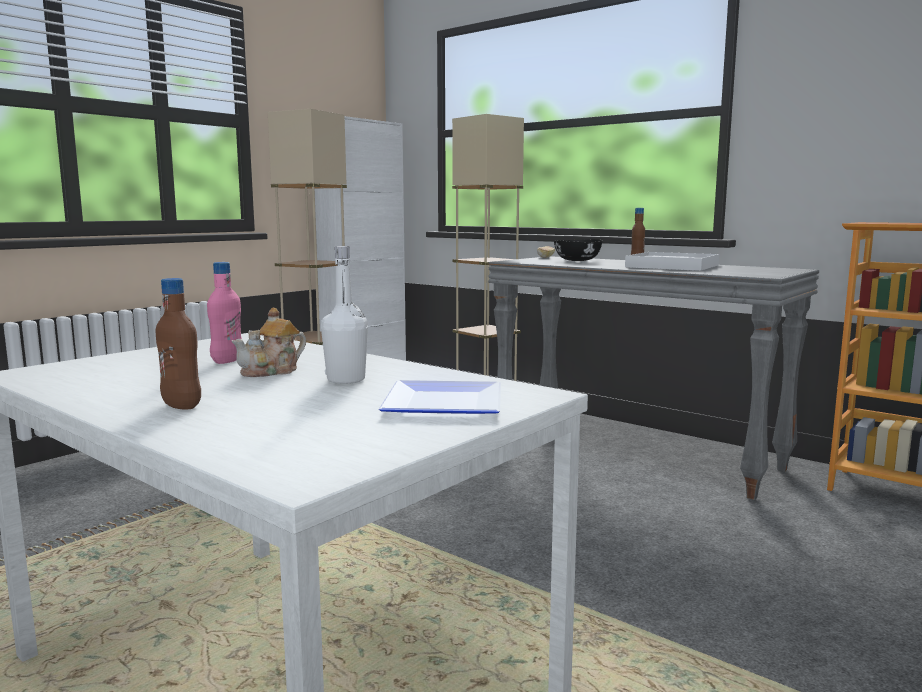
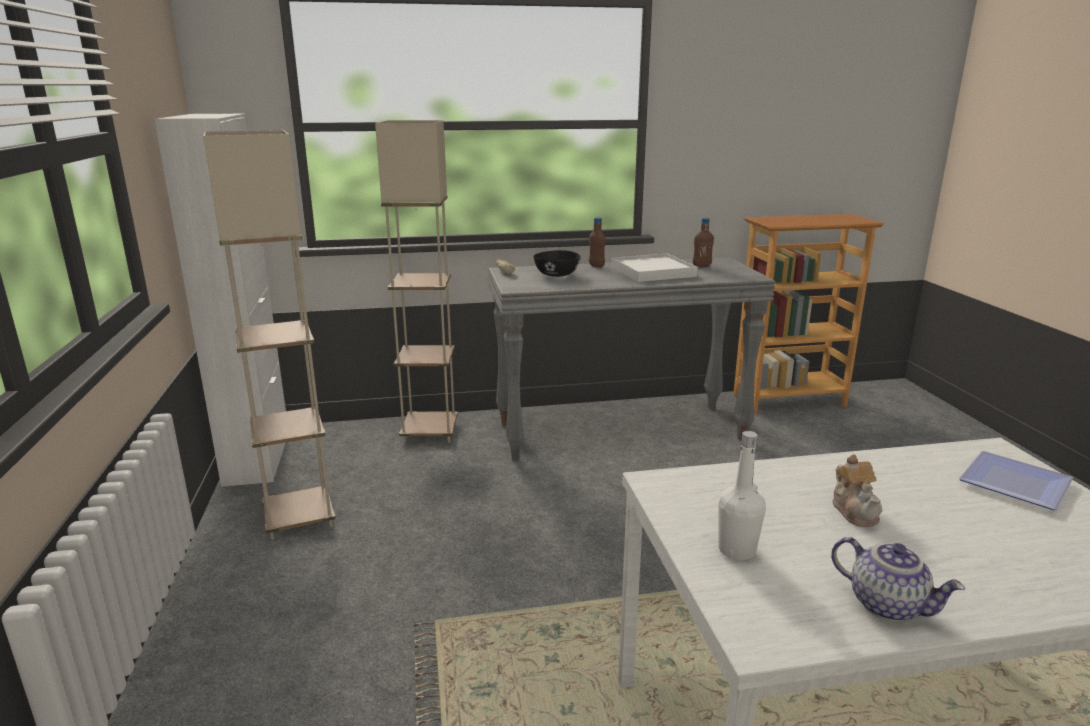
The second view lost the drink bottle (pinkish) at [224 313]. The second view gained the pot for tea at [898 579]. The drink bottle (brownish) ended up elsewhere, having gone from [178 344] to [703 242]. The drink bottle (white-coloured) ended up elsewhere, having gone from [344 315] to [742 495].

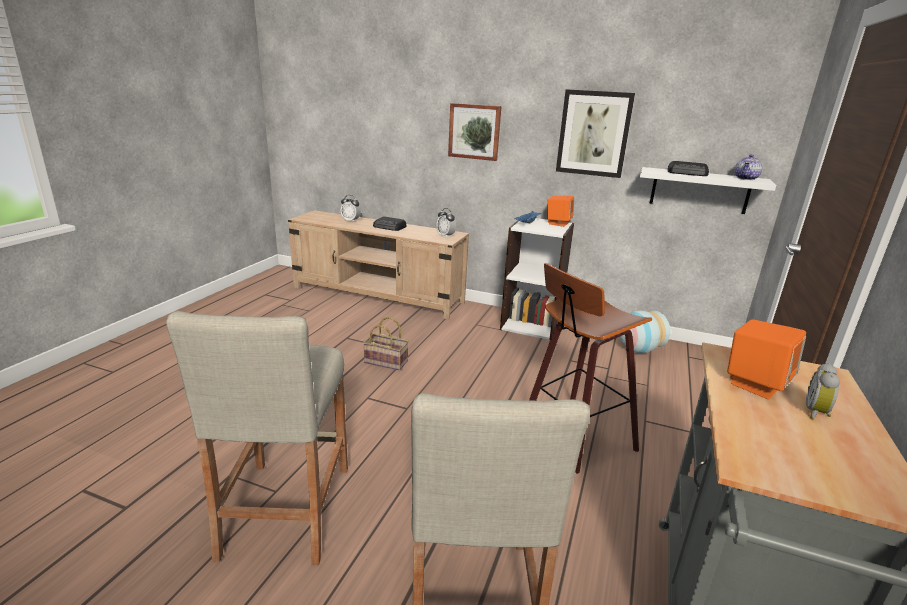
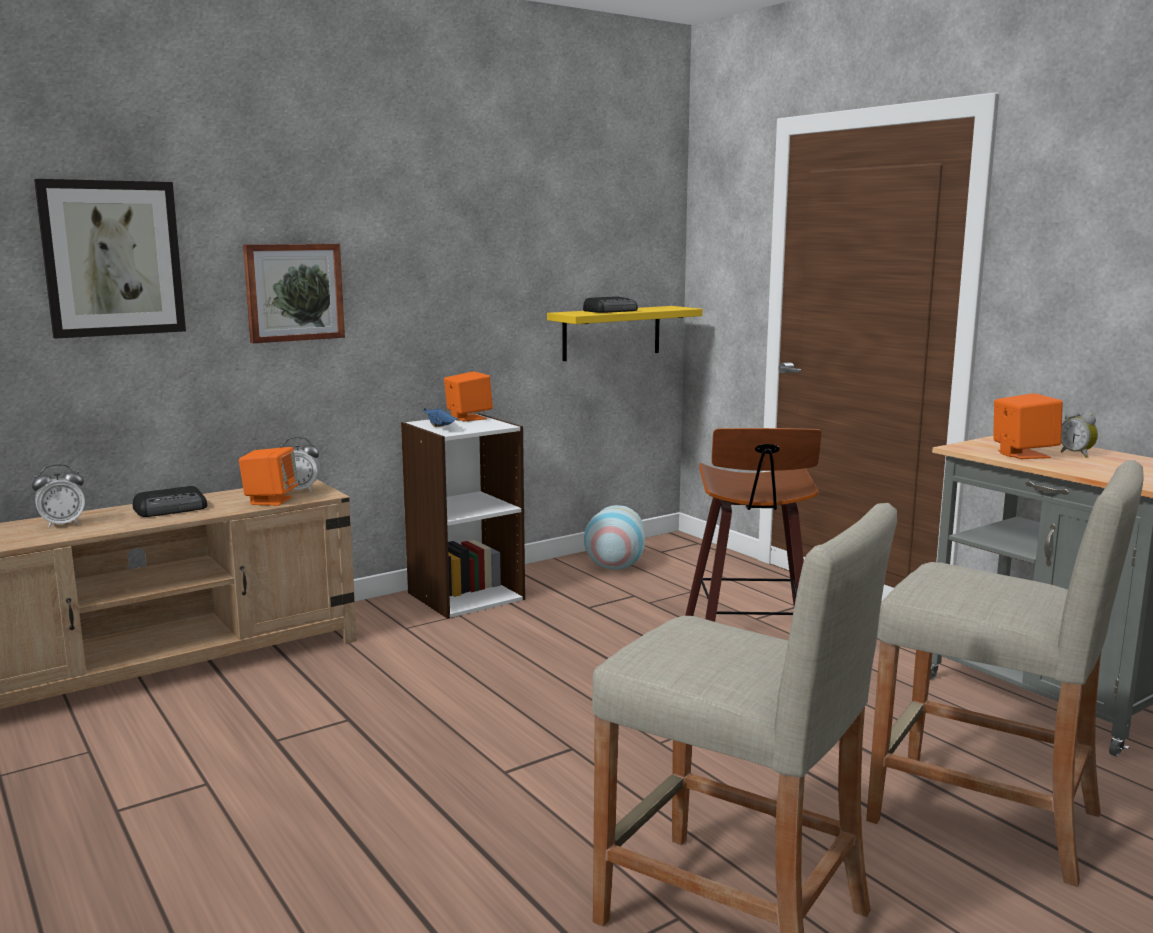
The second view lost the basket at [386 343]. The second view lost the pot for tea at [748 167]. The second view gained the audio speaker (orangey) at [269 476]. The wall art ended up elsewhere, having gone from [595 133] to [110 259]. What was the bracket shelf (white-coloured) at [708 190] turned into the bracket shelf (yellow-coloured) at [625 333].

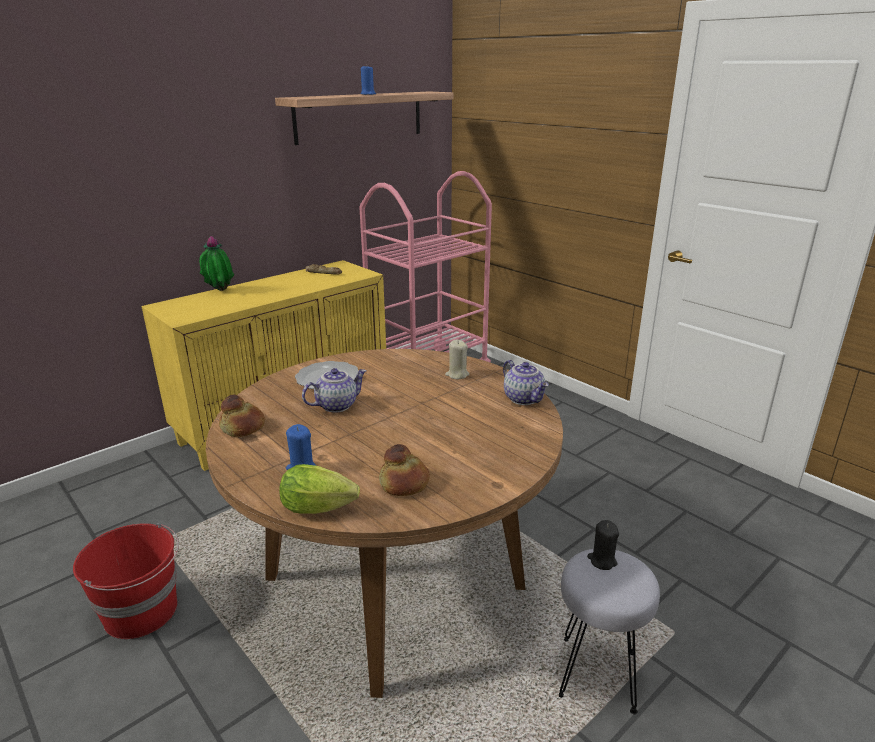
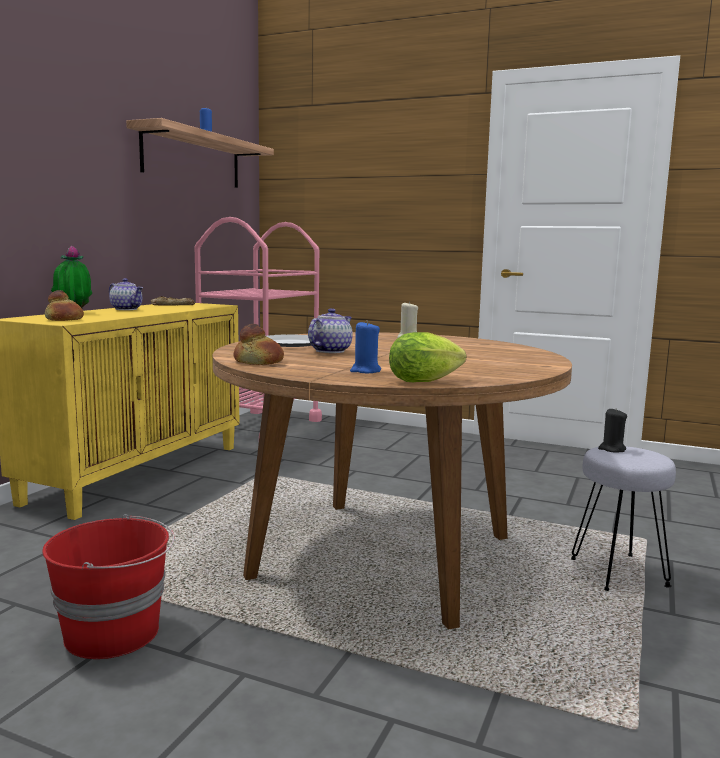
The bakery bread ended up elsewhere, having gone from [404 470] to [64 305]. The pot for tea ended up elsewhere, having gone from [526 382] to [126 294].

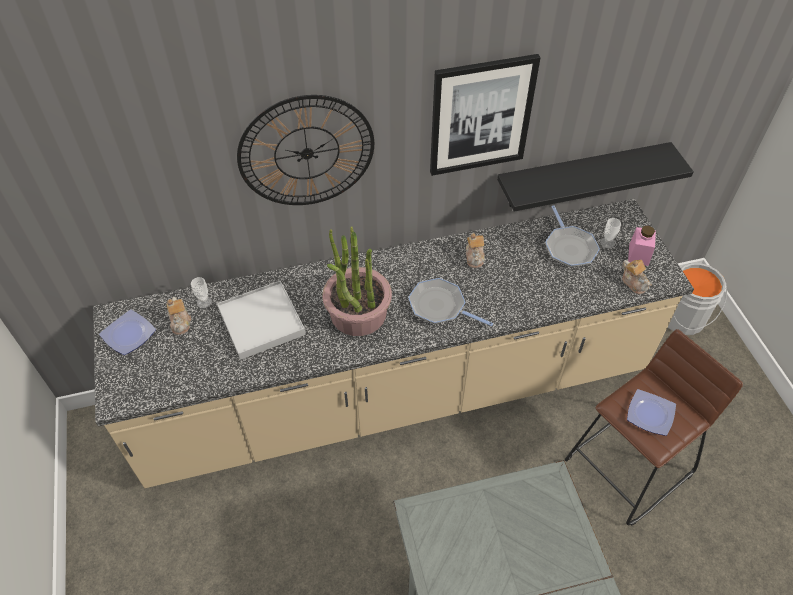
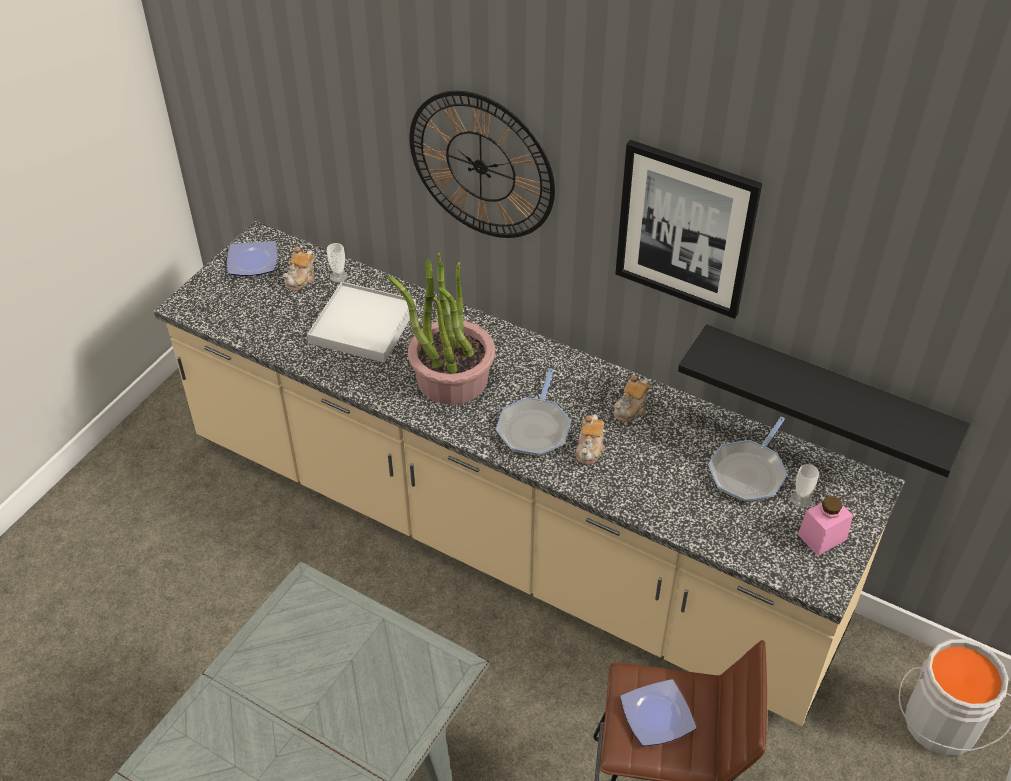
The pot for tea ended up elsewhere, having gone from [637 277] to [590 440]. The skillet at [451 302] ended up facing another way, 150 degrees counterclockwise from before.

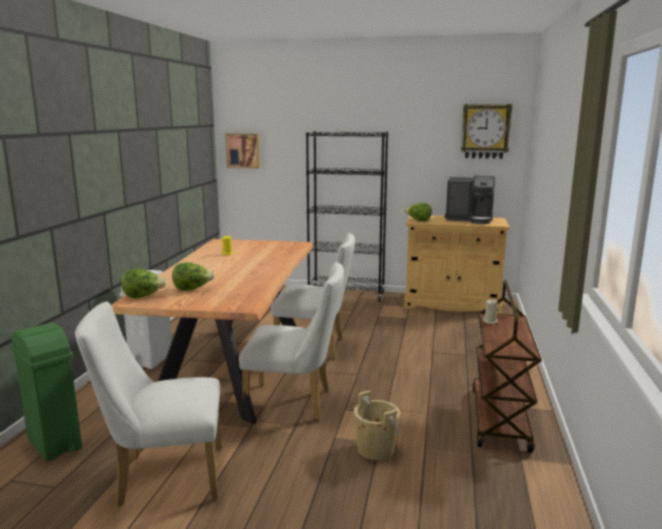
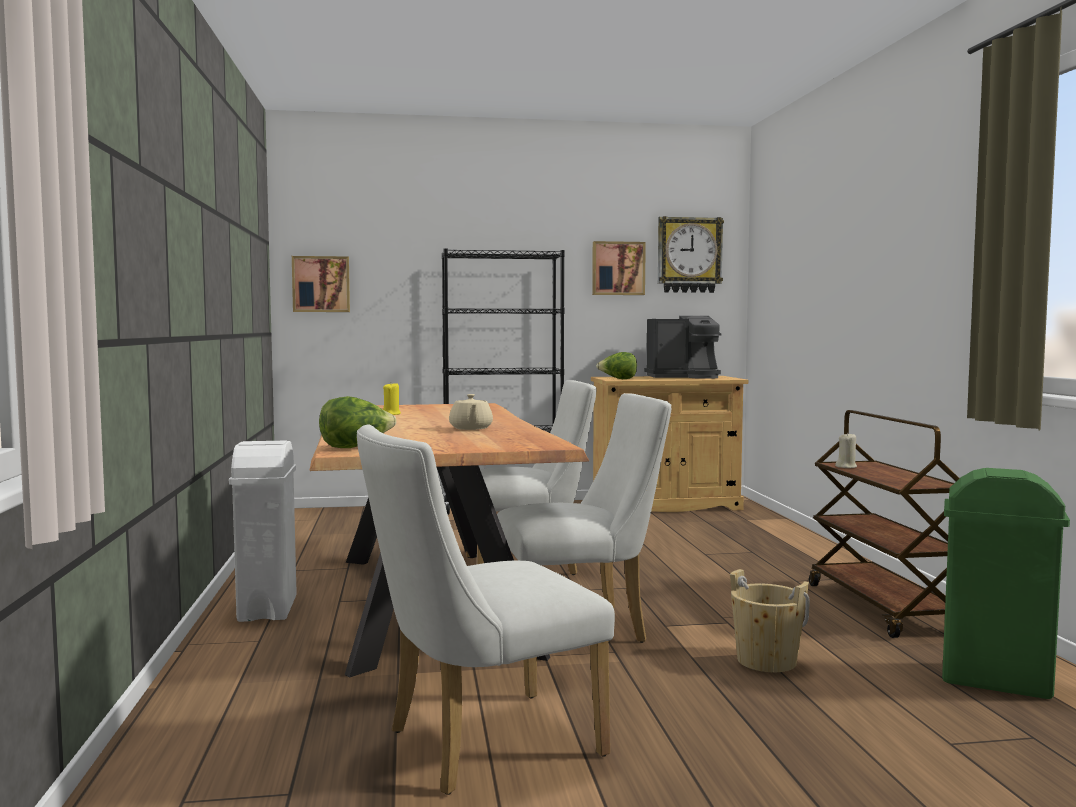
The second view lost the lettuce at [193 276]. The second view gained the pot for tea (sand-coloured) at [471 412]. The second view gained the wall art at [619 268]. The rubbish bin (green) ended up elsewhere, having gone from [46 391] to [1006 583].

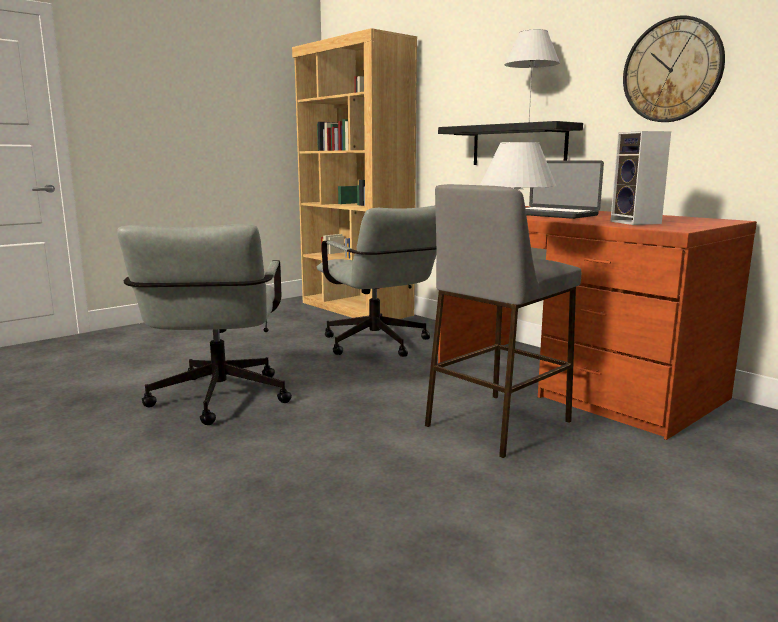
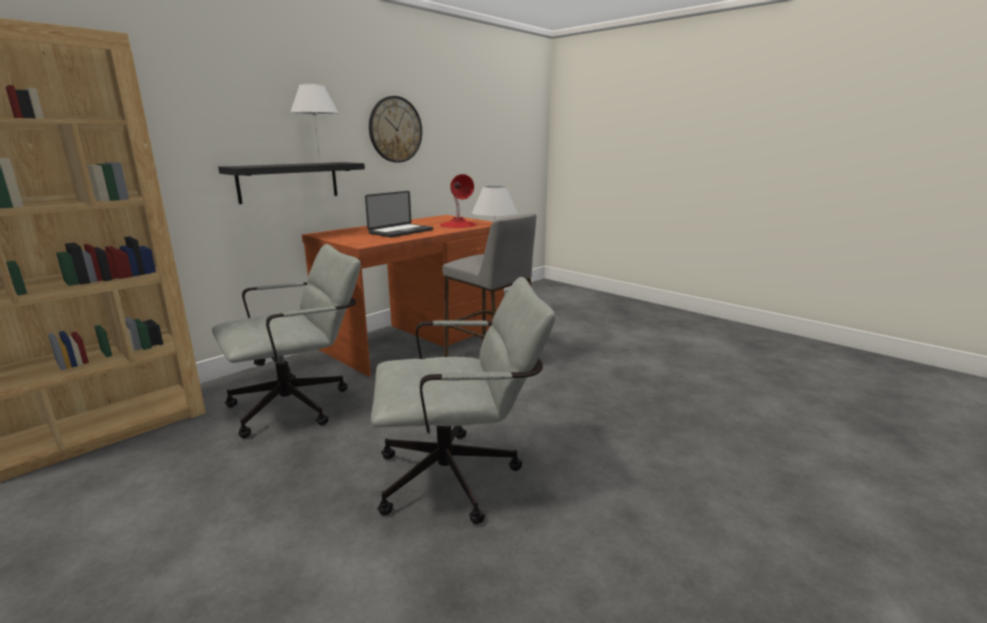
Where the audio speaker stood at [640 178], the table lamp (reddish) came to stand at [458 201].

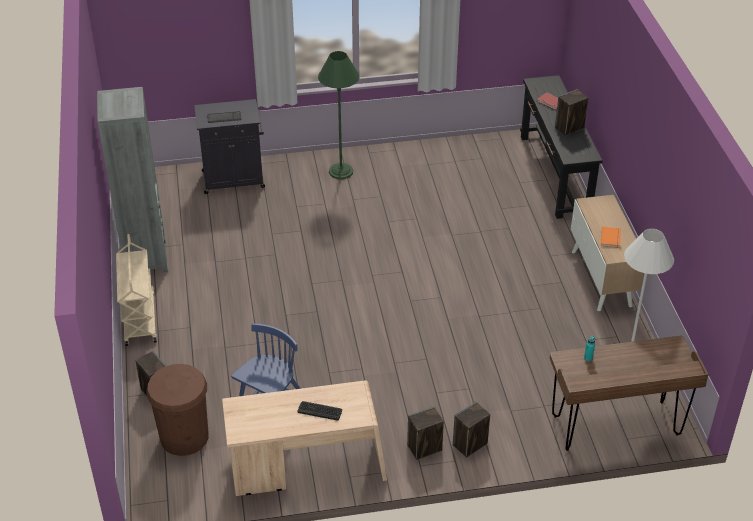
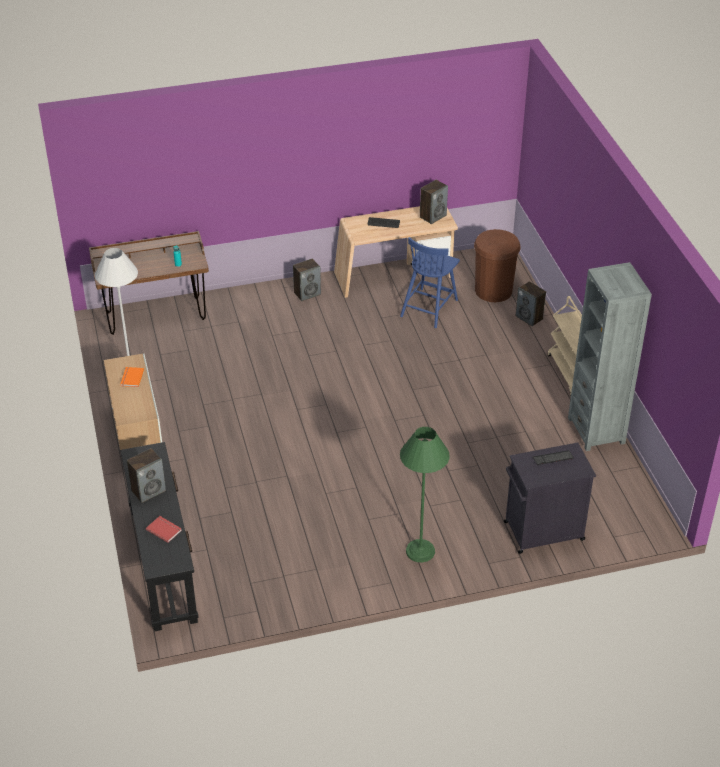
The audio speaker ended up elsewhere, having gone from [471 429] to [434 202].

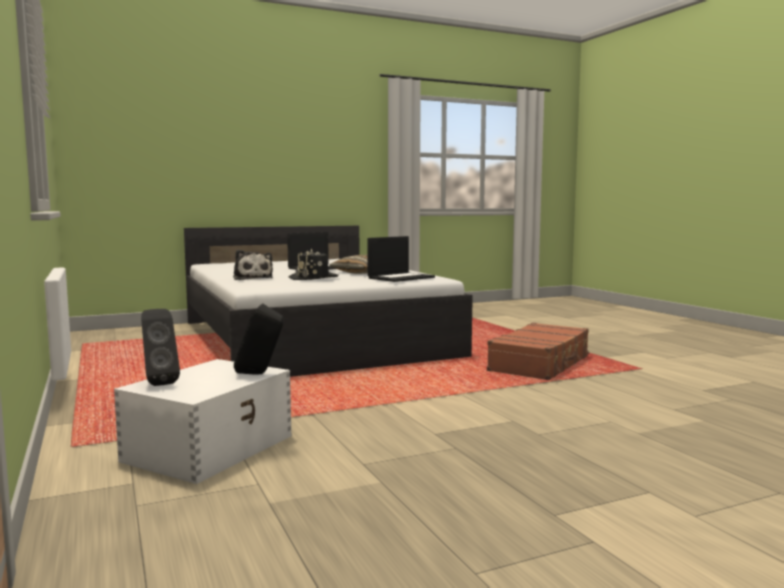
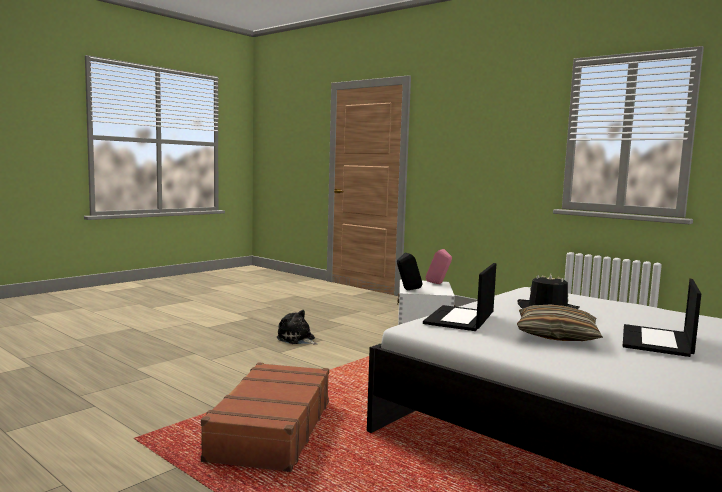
The cuddly toy ended up elsewhere, having gone from [253 265] to [297 327]. What was the audio speaker (blackish) at [160 347] turned into the audio speaker (pinkish) at [438 266].

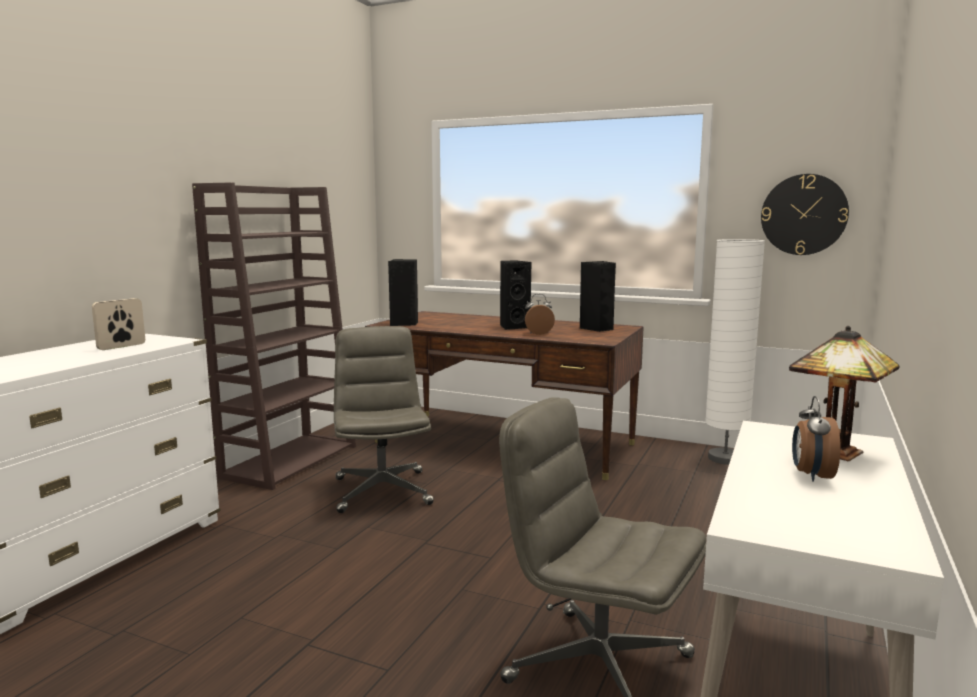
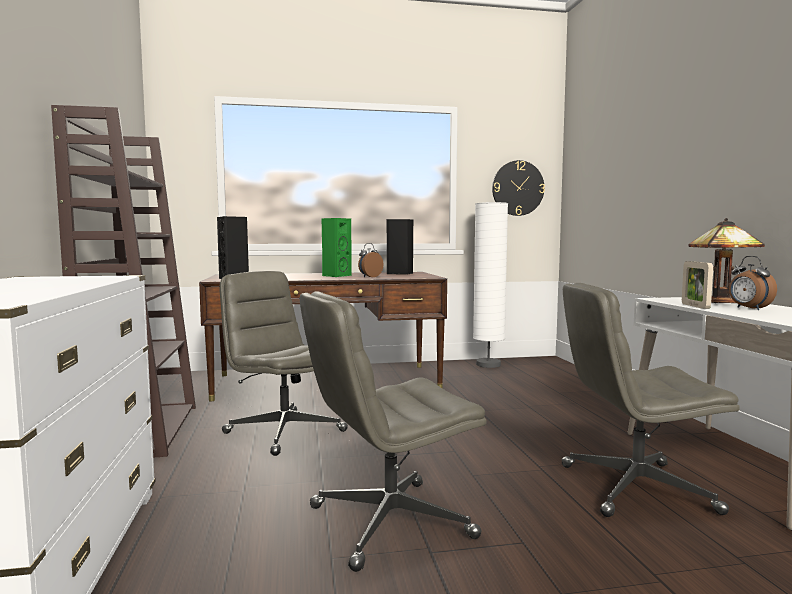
The second view gained the office chair (greyish) at [393 431]. The photo frame ended up elsewhere, having gone from [118 324] to [697 285]. What was the audio speaker (blackish) at [515 295] turned into the audio speaker (green) at [337 247].

